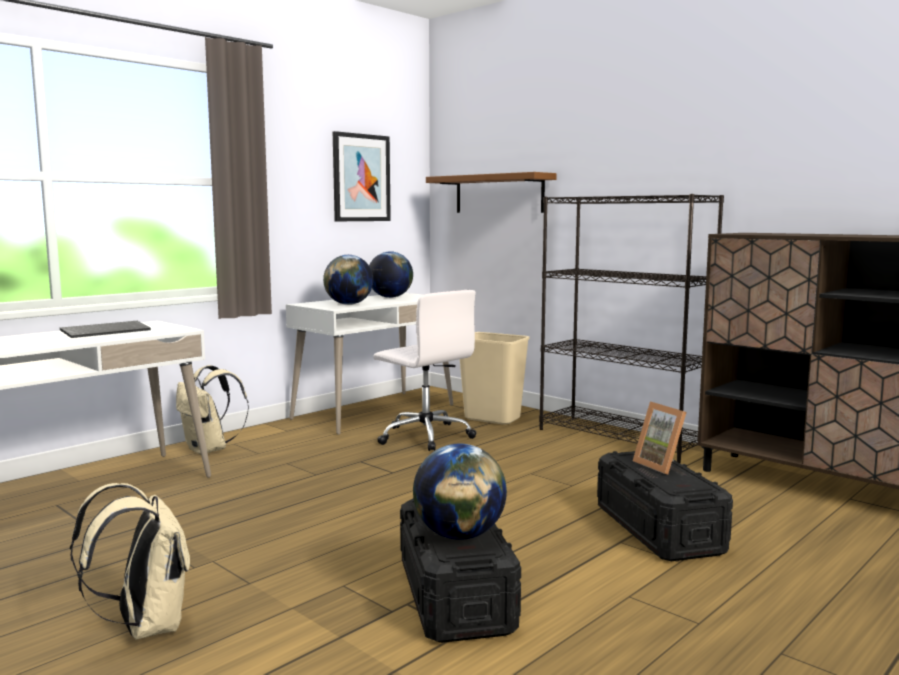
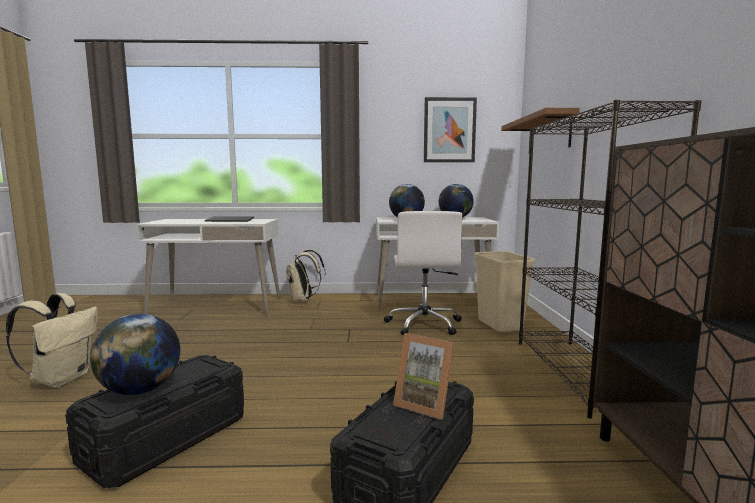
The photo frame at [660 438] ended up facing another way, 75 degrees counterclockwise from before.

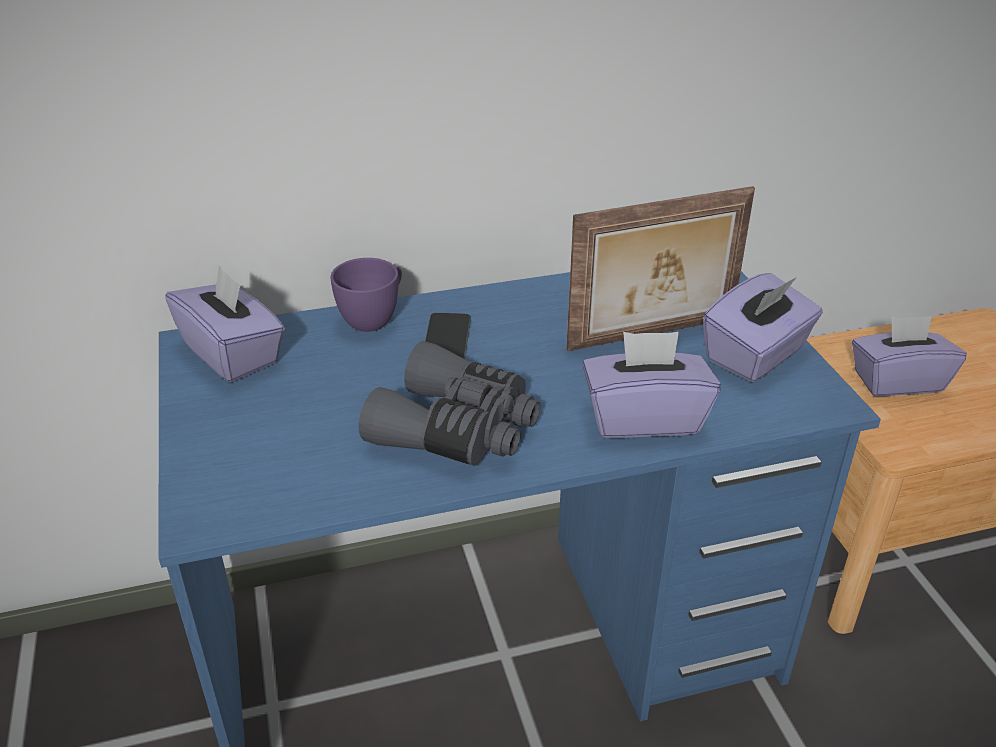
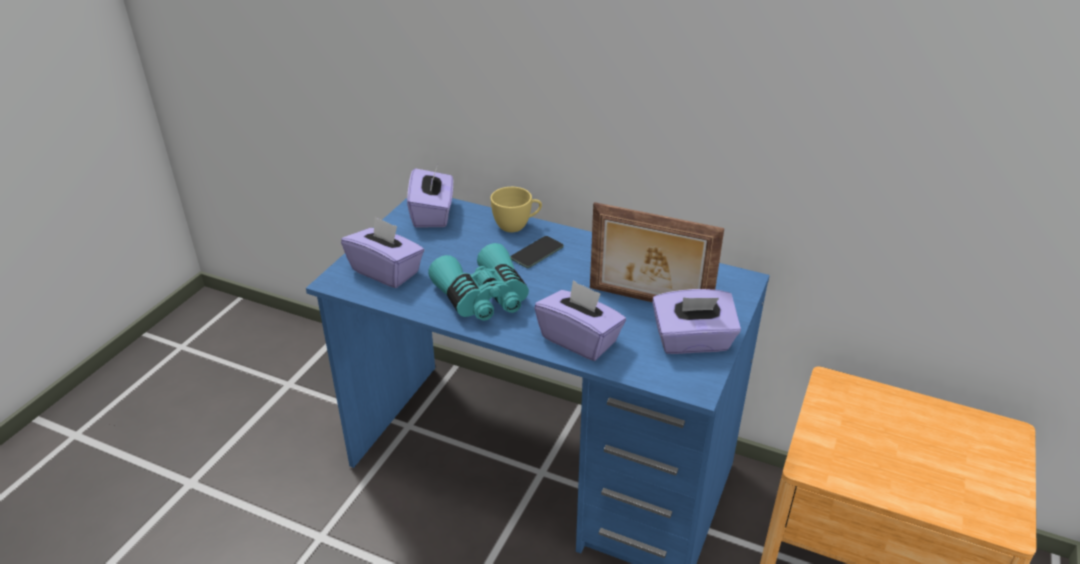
The tissue box (purplish) ended up elsewhere, having gone from [909 356] to [382 252]. What was the drinking cup (purplish) at [366 295] turned into the drinking cup (yellow-coloured) at [516 209]. What was the binoculars (greyish) at [449 403] turned into the binoculars (turquoise) at [478 282].

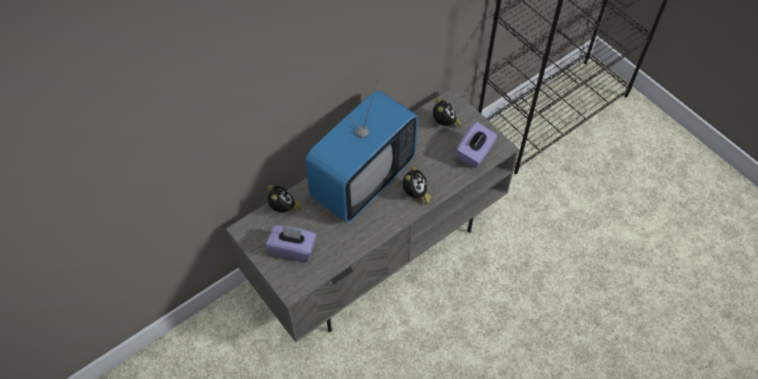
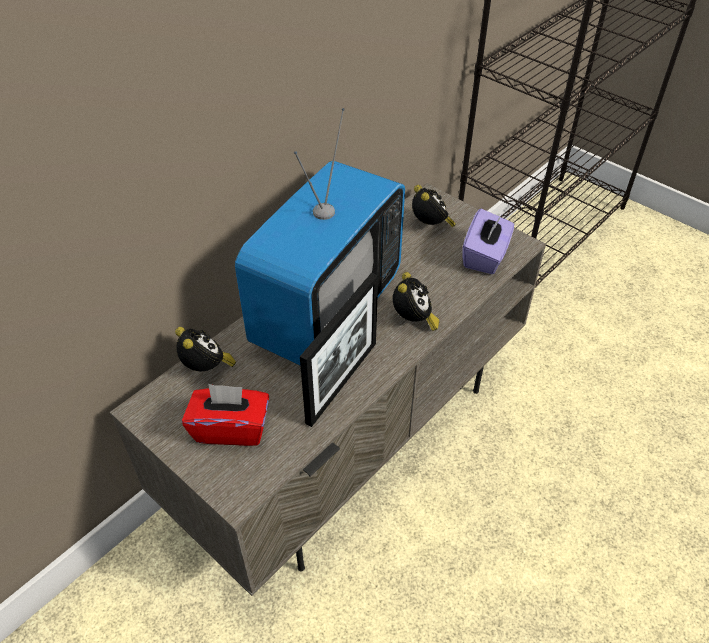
The second view gained the photo frame at [339 350]. What was the tissue box (purplish) at [291 243] turned into the tissue box (reddish) at [225 415].

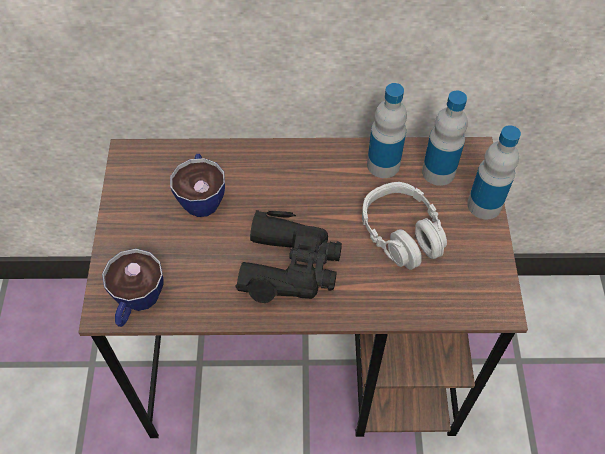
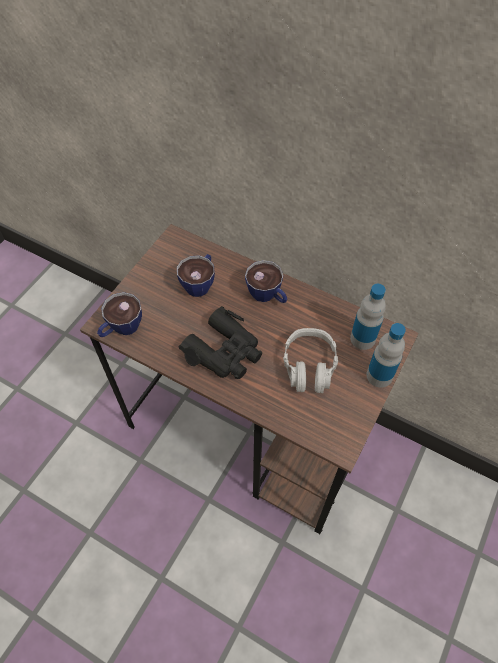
The second view lost the drink bottle at [387 130]. The second view gained the drinking cup at [266 281].

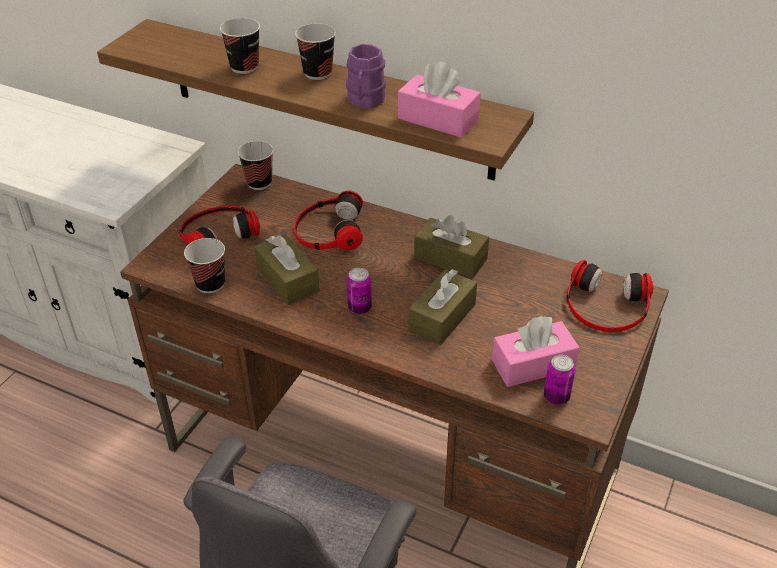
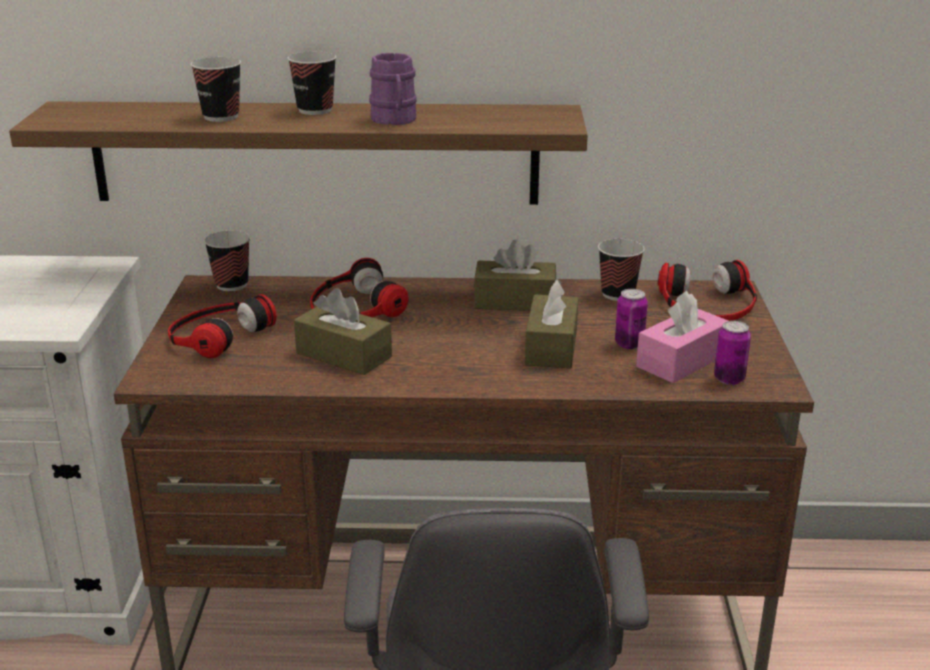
The second view lost the tissue box (pinkish) at [439 100]. The drinking cup ended up elsewhere, having gone from [204 265] to [621 270]. The metal can ended up elsewhere, having gone from [359 291] to [631 319].

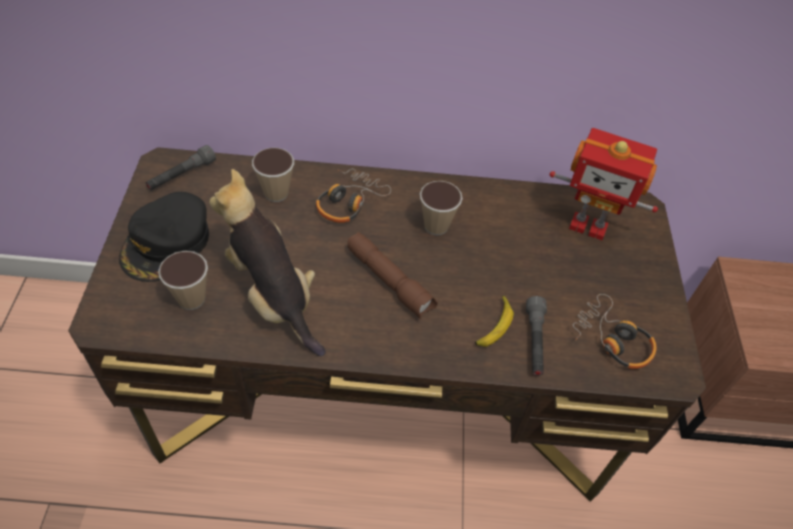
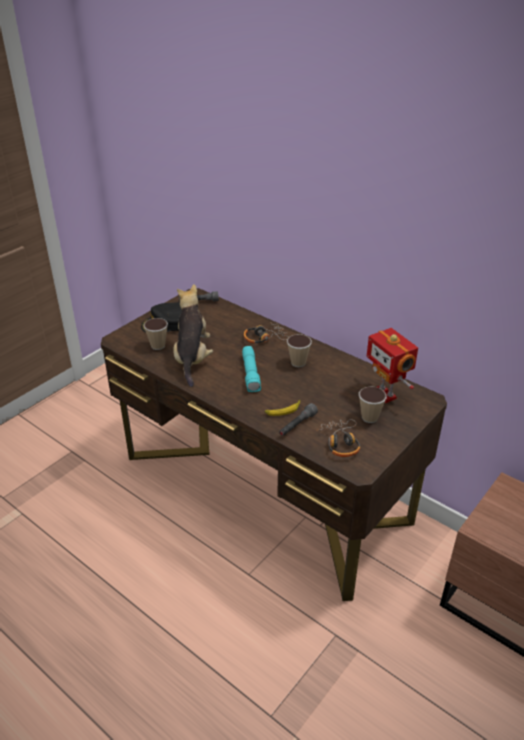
The drinking cup ended up elsewhere, having gone from [273 175] to [373 404]. What was the hand torch (brownish) at [393 275] turned into the hand torch (turquoise) at [251 369].

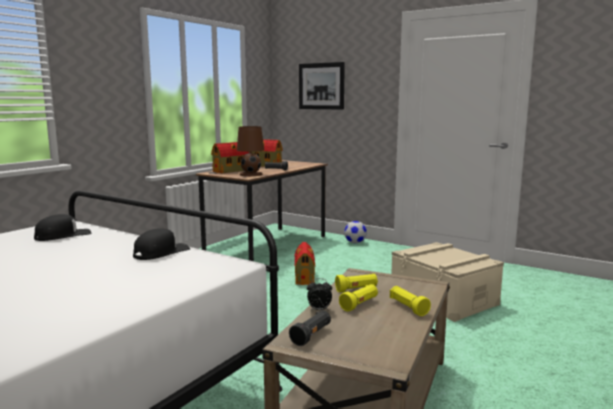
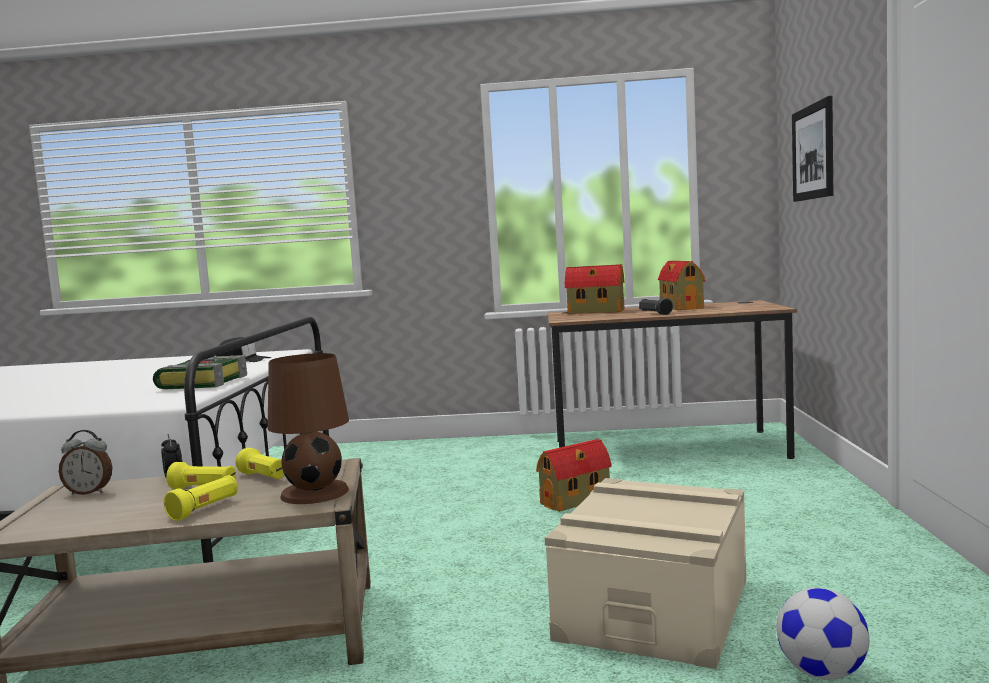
The table lamp (brownish) ended up elsewhere, having gone from [250 151] to [308 428]. The football ball ended up elsewhere, having gone from [355 232] to [823 634]. Where the peaked cap (blackish) stood at [161 244], the volume came to stand at [200 372]. Where the hand torch (blackish) stood at [310 328], the table clock came to stand at [85 462].

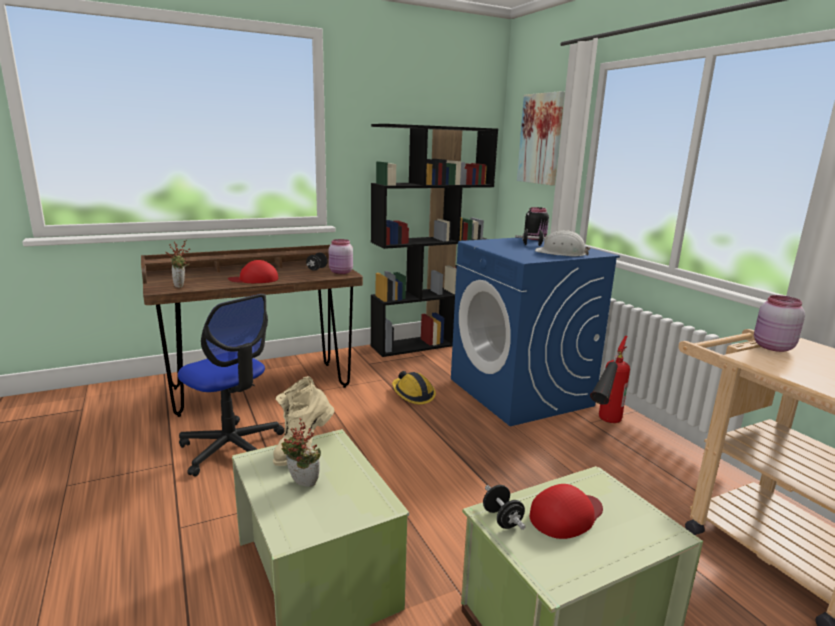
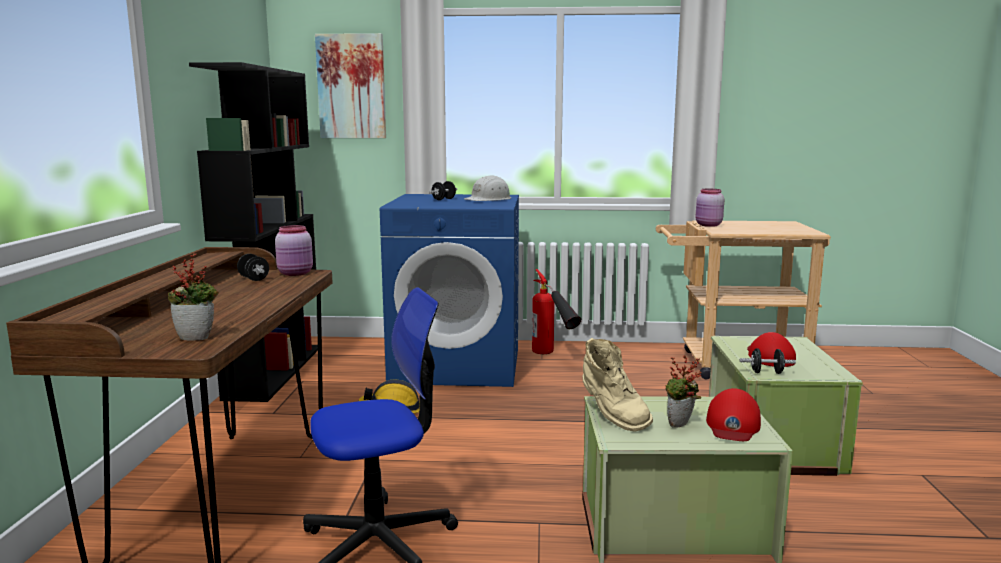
The second view lost the jar (blackish) at [536 223]. The peaked cap (reddish) ended up elsewhere, having gone from [253 271] to [733 414].

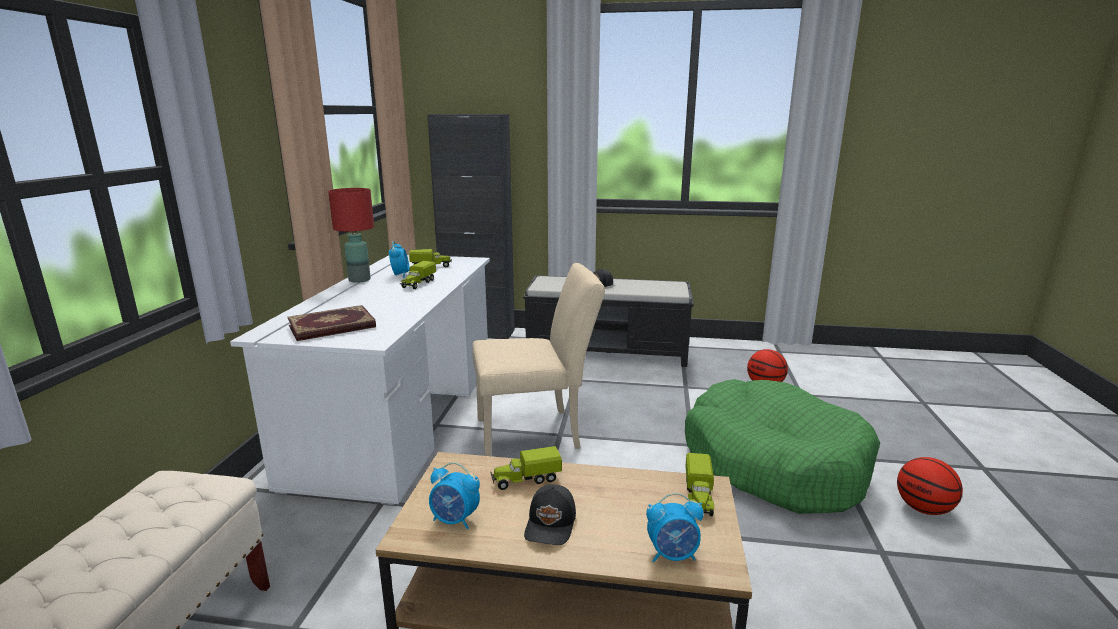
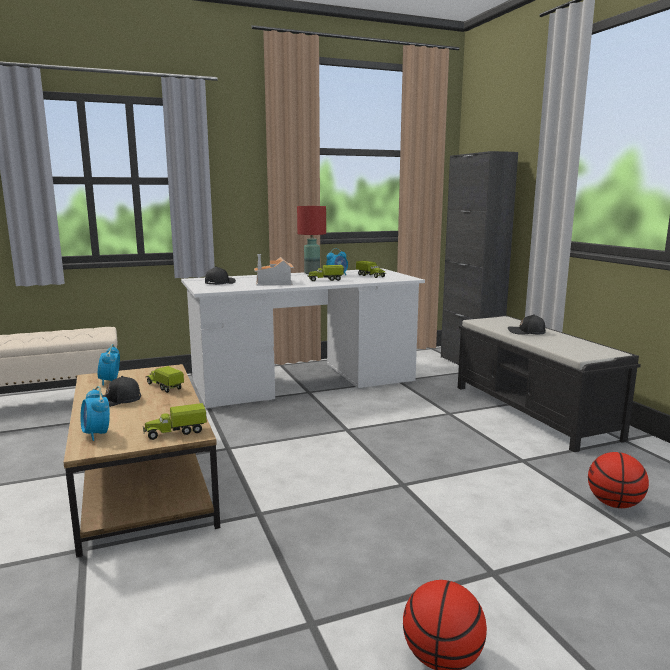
The second view lost the plain chair (sand-coloured) at [538 359]. The second view lost the dog bed (green) at [782 446]. The second view gained the toy house at [274 269]. Where the volume stood at [331 323], the peaked cap (blackish) came to stand at [220 275].

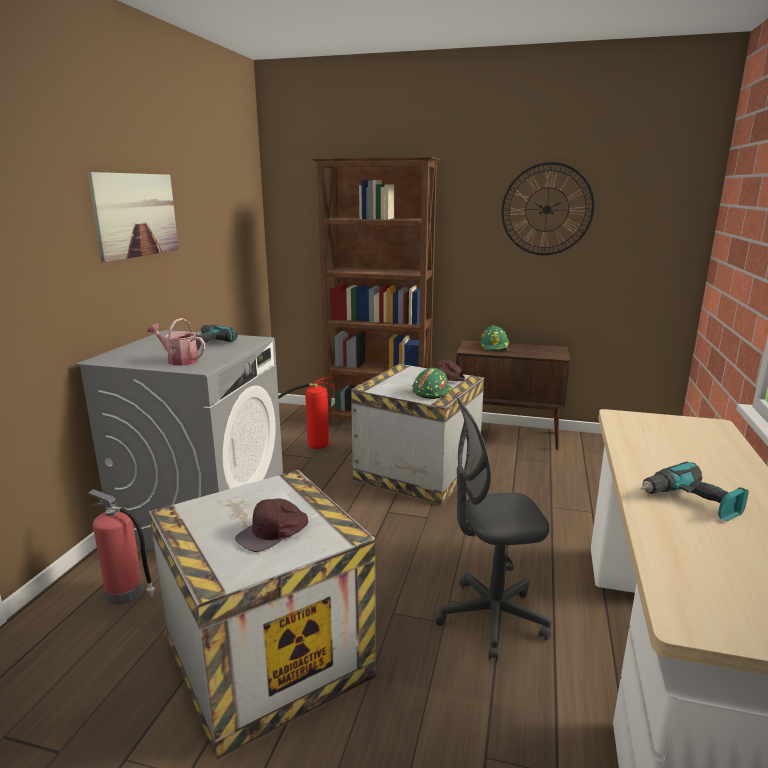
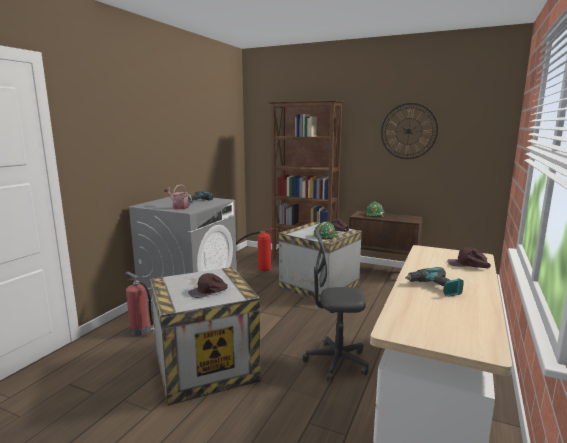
The second view lost the wall art at [133 217]. The second view gained the peaked cap (brownish) at [469 257].

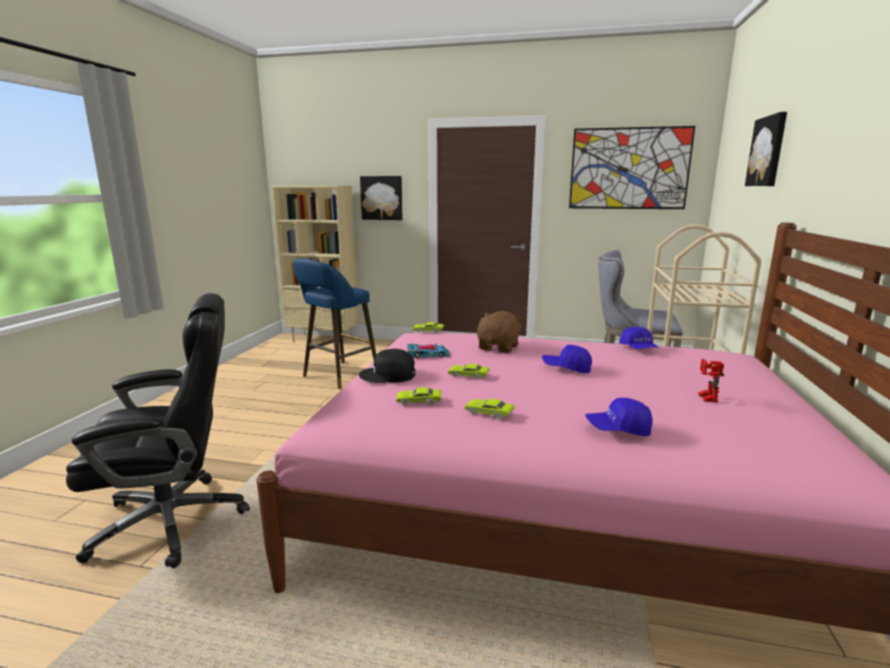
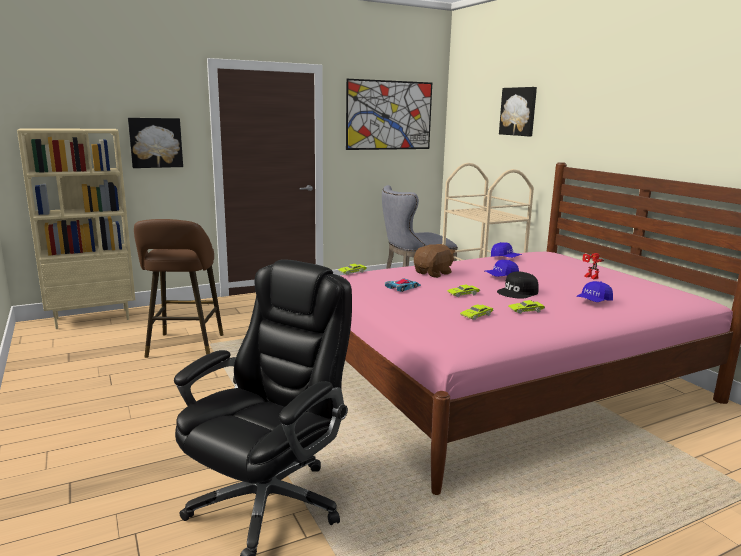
The peaked cap (blackish) ended up elsewhere, having gone from [387 366] to [518 285]. What was the stool seat (blue-coloured) at [334 323] turned into the stool seat (brownish) at [179 288]. The cuddly toy (brownish) at [500 332] ended up facing another way, 60 degrees clockwise from before.

